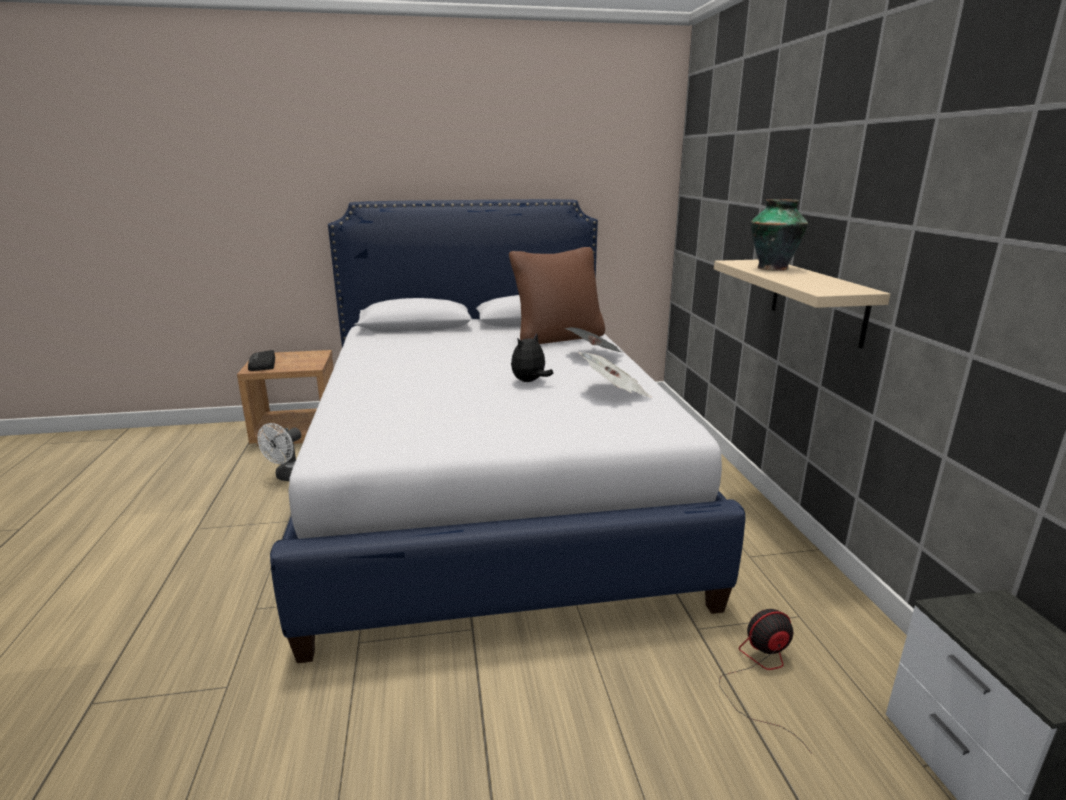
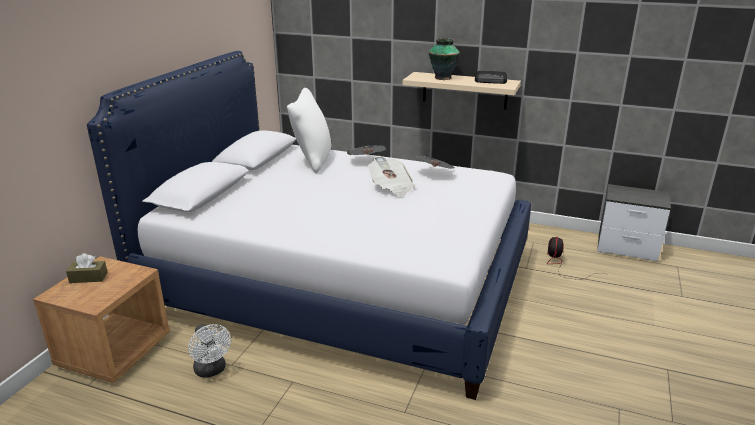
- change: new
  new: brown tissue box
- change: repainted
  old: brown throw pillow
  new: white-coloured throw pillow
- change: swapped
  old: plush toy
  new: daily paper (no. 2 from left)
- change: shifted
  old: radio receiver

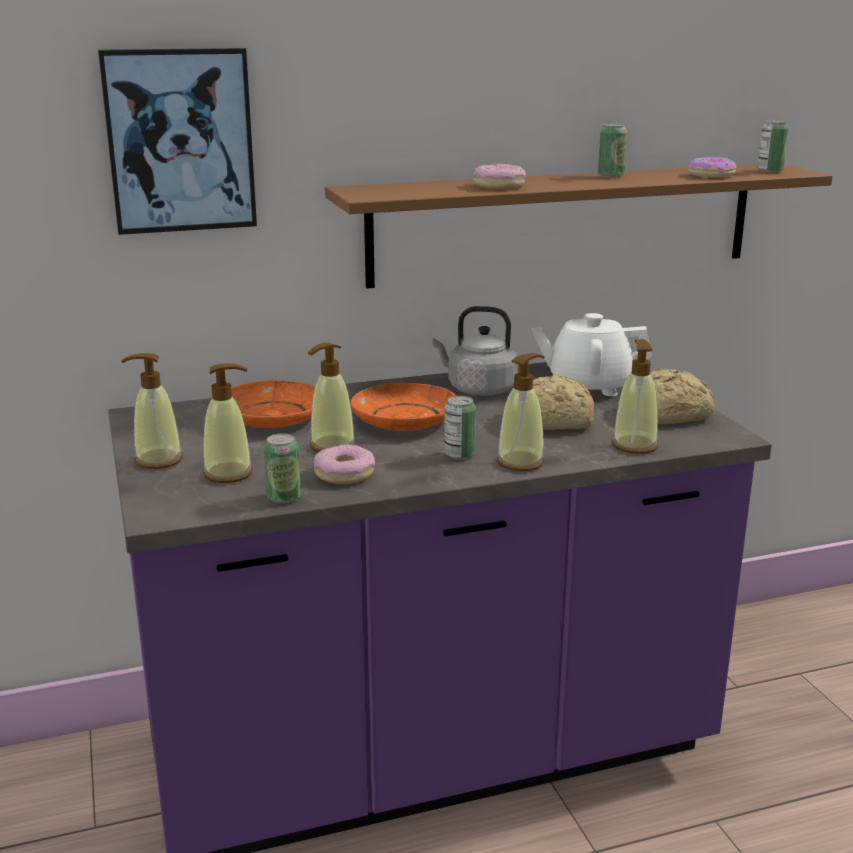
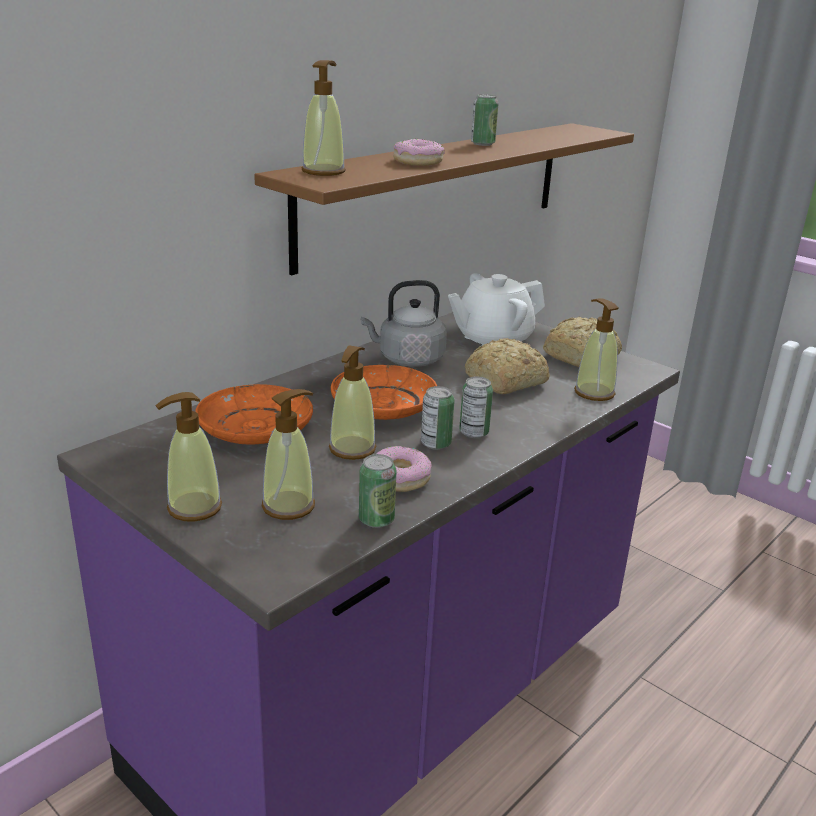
- change: shifted
  old: liquid soap bottle (no. 4 from left in the first image)
  new: liquid soap bottle (no. 3 from left)
- change: shifted
  old: can (no. 4 from left in the first image)
  new: can (no. 2 from left)
- change: gone
  old: wall picture
- change: gone
  old: ring doughnut (no. 3 from left)

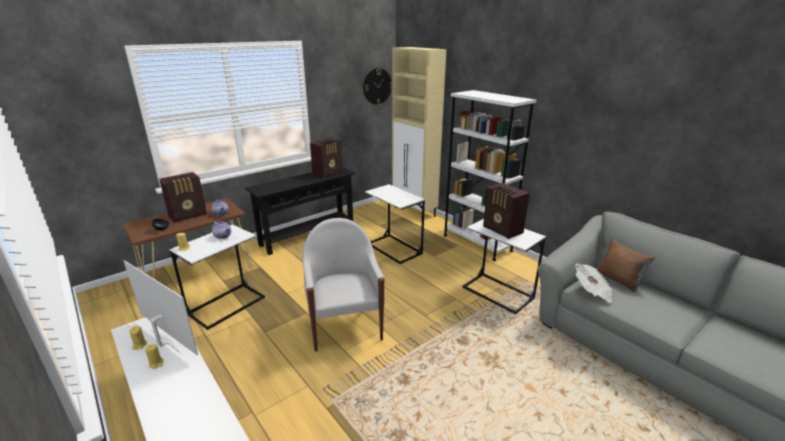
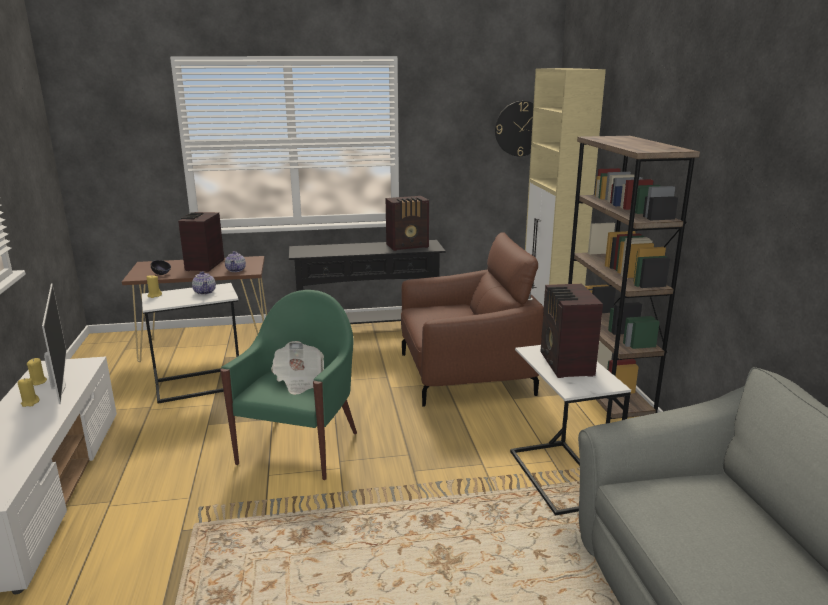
- change: rotated
  old: radio receiver (no. 1 from left)
  degrees: 105
- change: repainted
  old: white-coloured easy chair
  new: green-coloured easy chair
- change: shifted
  old: daily paper
- change: swapped
  old: white-coloured side table (no. 2 from left)
  new: brown easy chair
- change: repainted
  old: white-coloured bookcase
  new: brown bookcase
- change: gone
  old: brown throw pillow

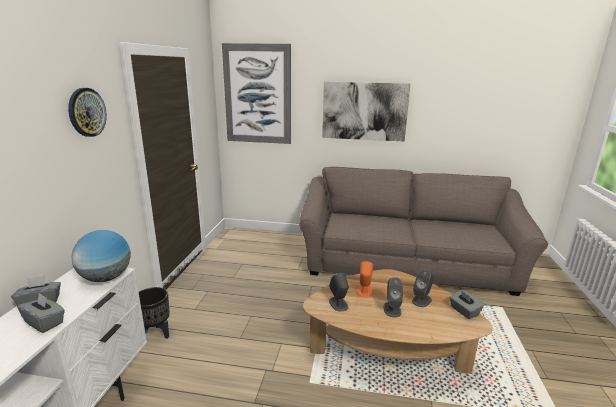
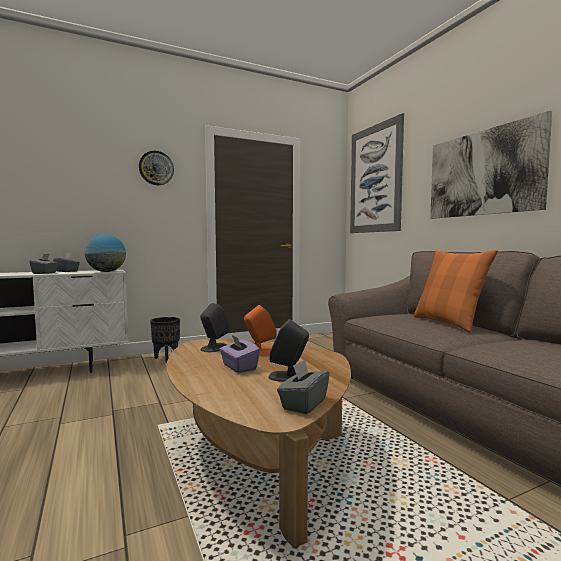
- change: swapped
  old: grey speaker (no. 2 from left)
  new: purple tissue box
- change: new
  new: orange throw pillow

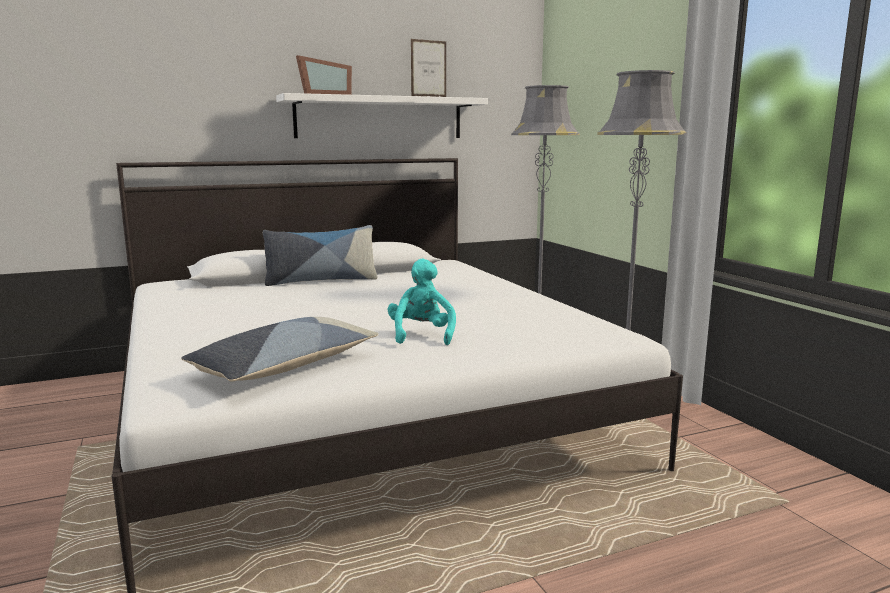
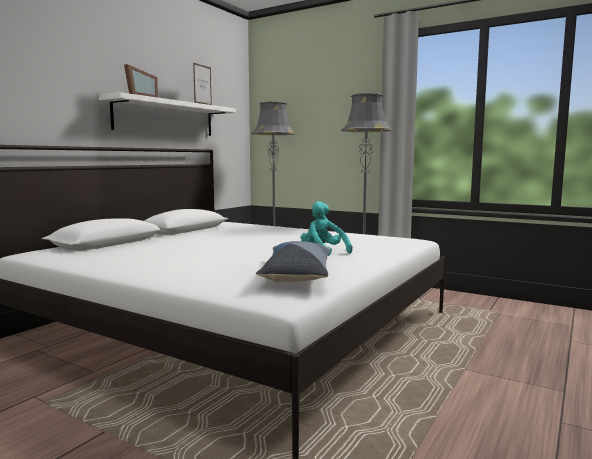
- change: gone
  old: throw pillow (no. 2 from left)

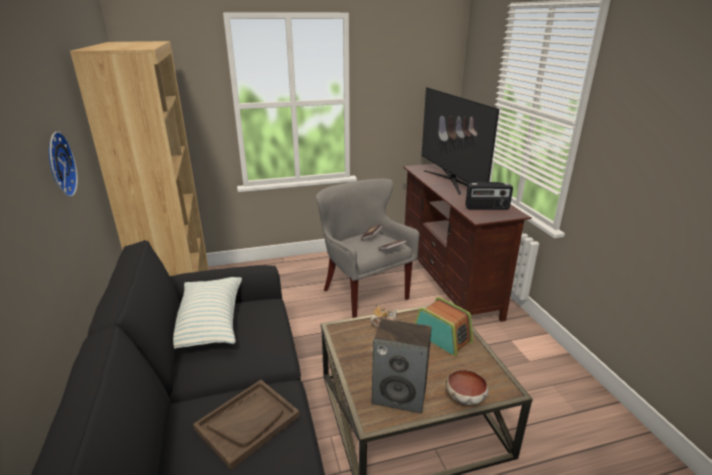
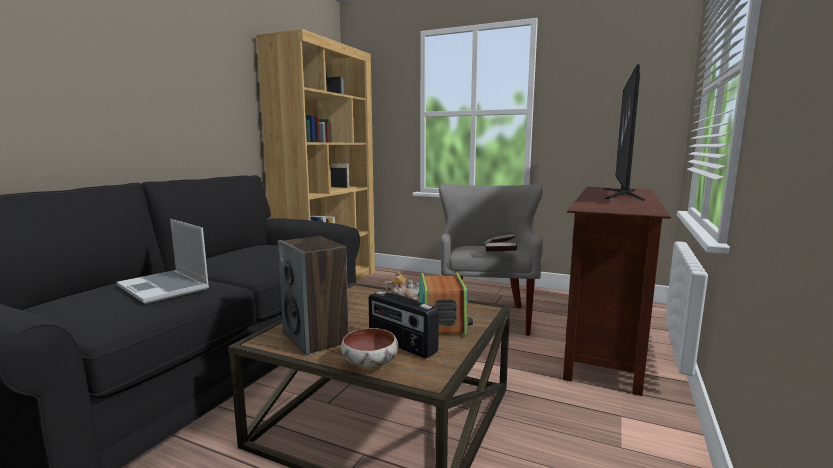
- change: swapped
  old: brown tray
  new: portable computer
- change: shifted
  old: radio receiver (no. 2 from left in the first image)
  new: radio receiver (no. 1 from left)
- change: gone
  old: clock on the wall
- change: gone
  old: throw pillow

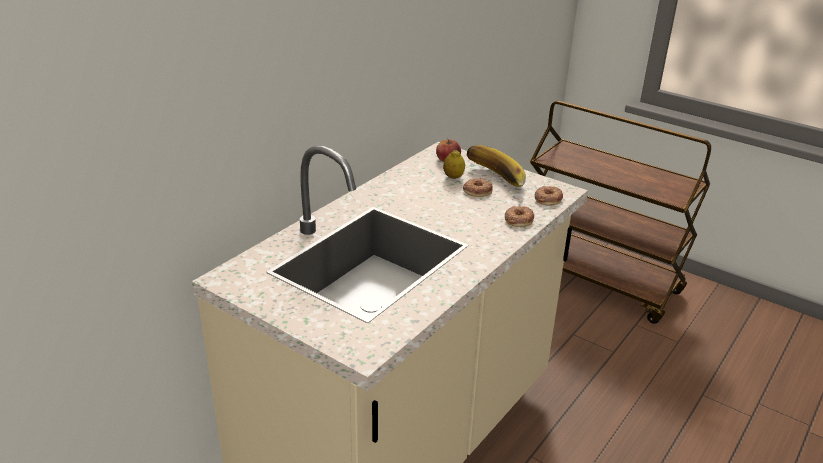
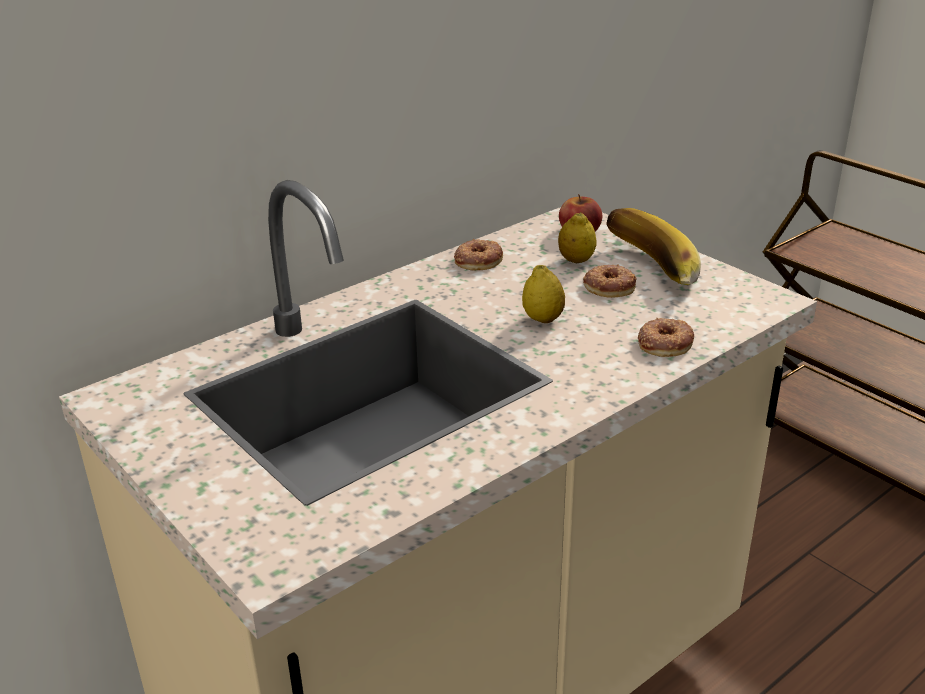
- change: shifted
  old: ring doughnut (no. 3 from left in the first image)
  new: ring doughnut (no. 1 from left)
- change: new
  new: whole lemon (no. 1 from left)

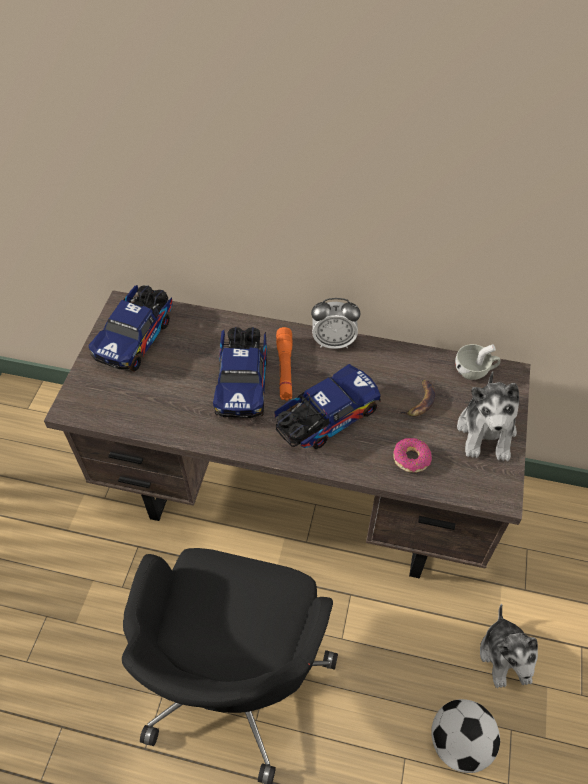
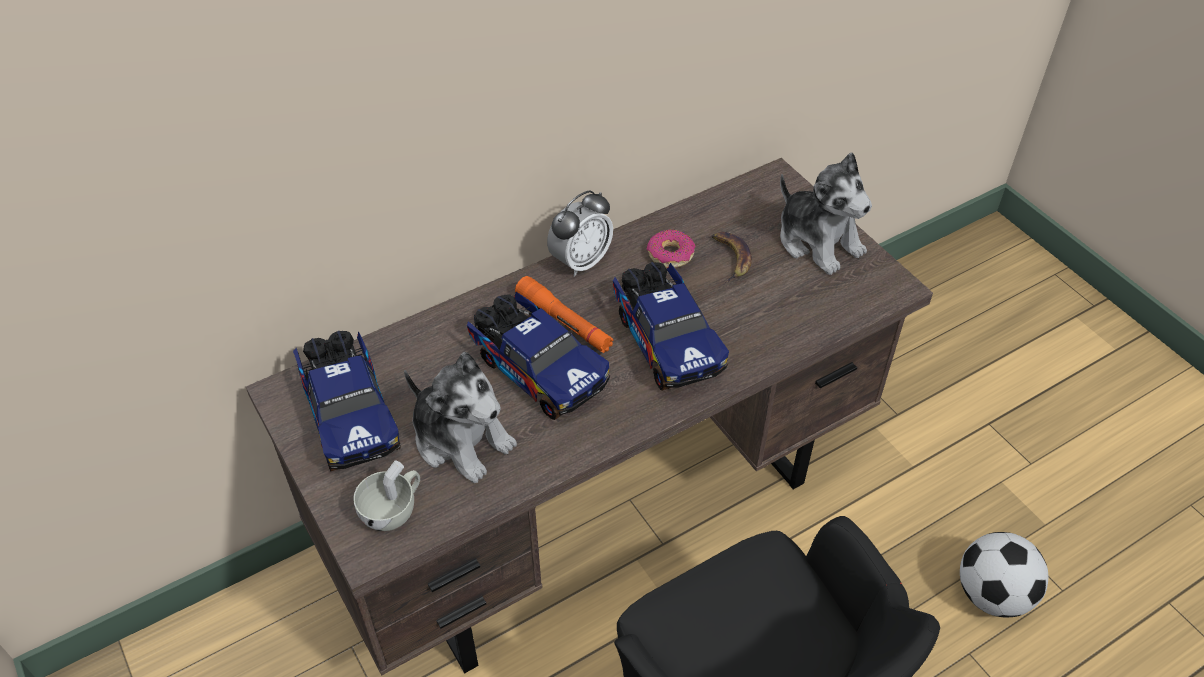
- change: shifted
  old: white-coloured small cup
- change: shifted
  old: plush toy (no. 2 from left in the first image)
  new: plush toy (no. 1 from left)
- change: rotated
  old: model truck (no. 3 from left)
  degrees: 150
- change: shifted
  old: ring doughnut

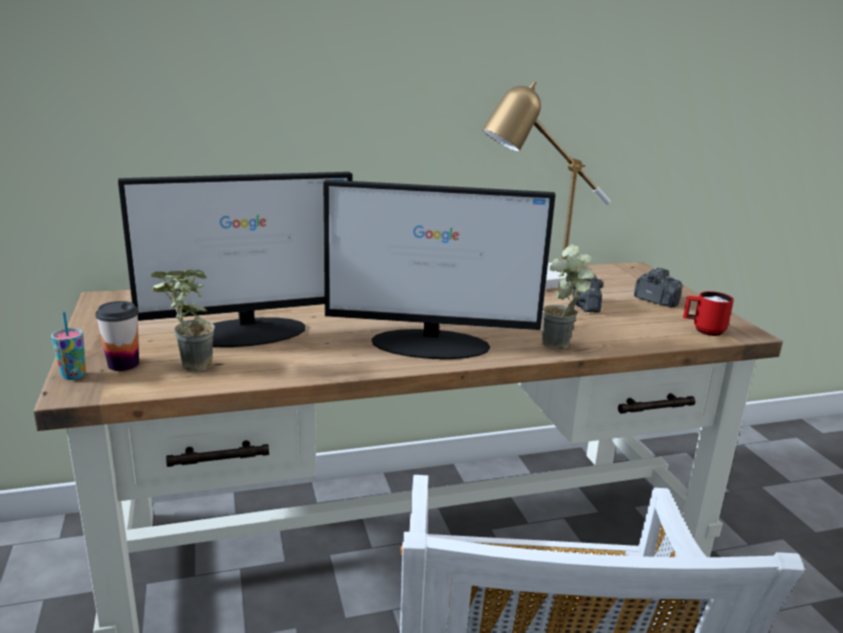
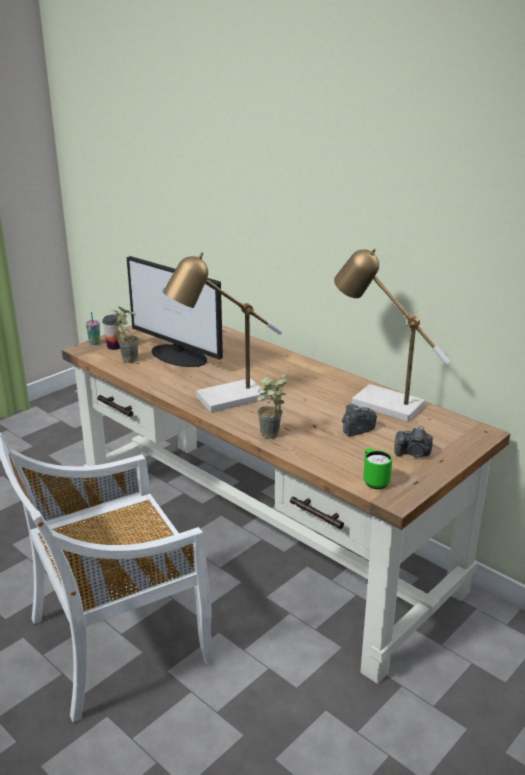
- change: swapped
  old: monitor (no. 2 from left)
  new: lamp for a table (no. 1 from left)
- change: repainted
  old: reddish mug
  new: green-coloured mug
- change: rotated
  old: photo camera (no. 2 from left)
  degrees: 90

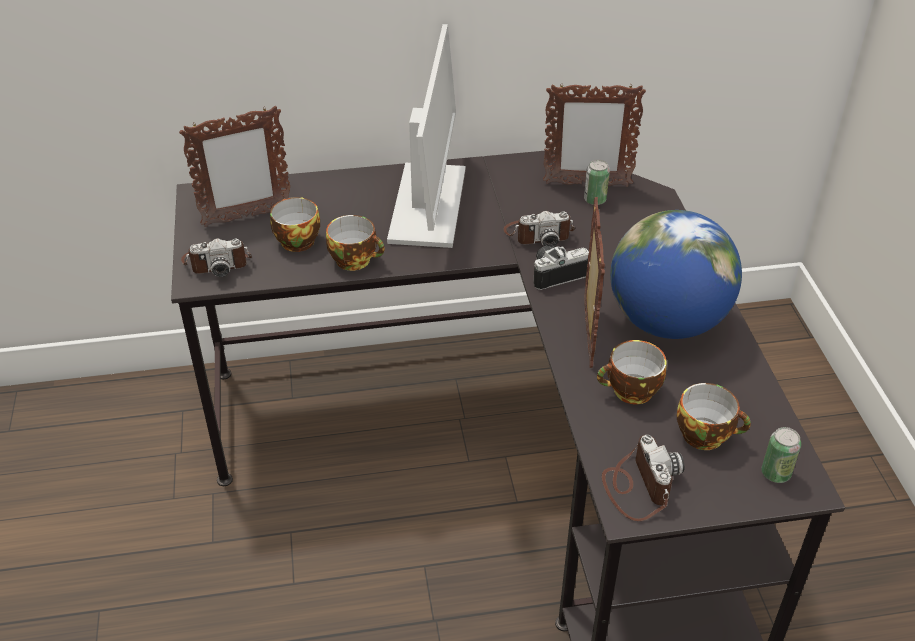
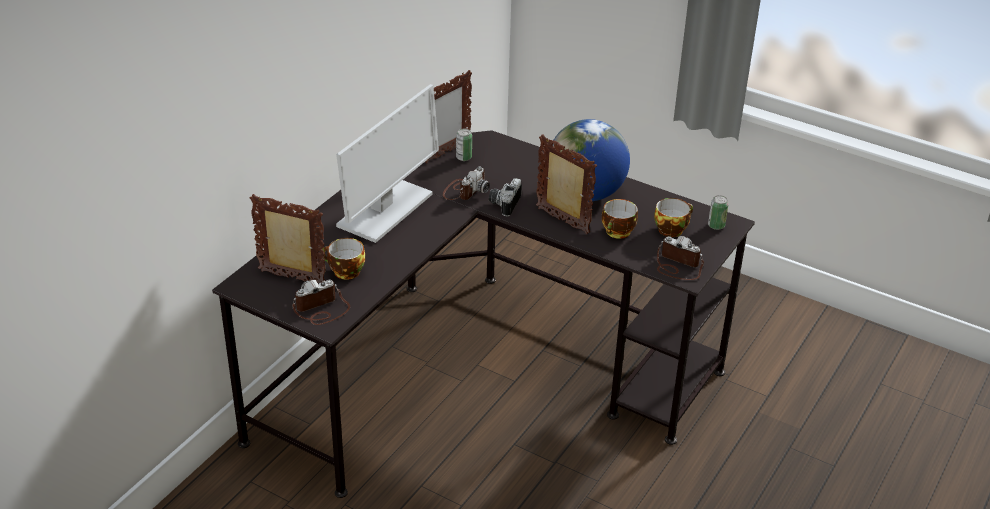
- change: rotated
  old: standing frame (no. 1 from left)
  degrees: -90
- change: rotated
  old: photo camera (no. 1 from left)
  degrees: -150
- change: rotated
  old: monitor
  degrees: 75
- change: gone
  old: small cup (no. 2 from left)

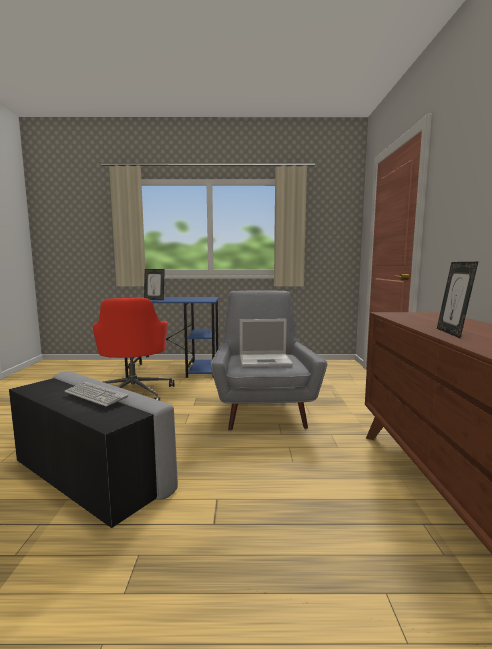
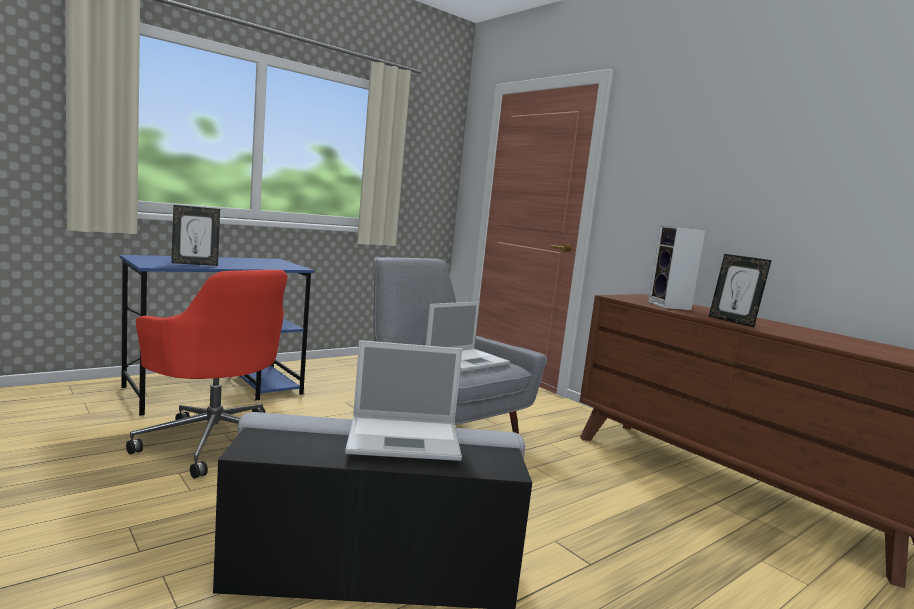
- change: swapped
  old: keyboard
  new: portable computer (no. 1 from left)
- change: new
  new: speaker

